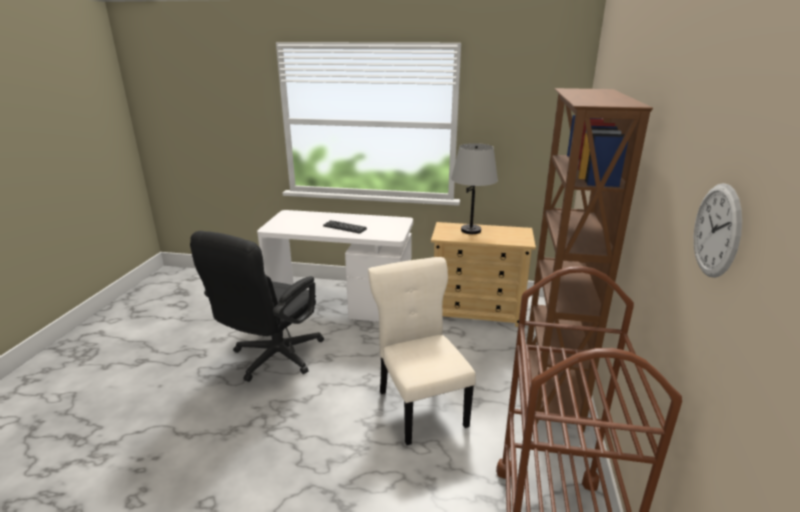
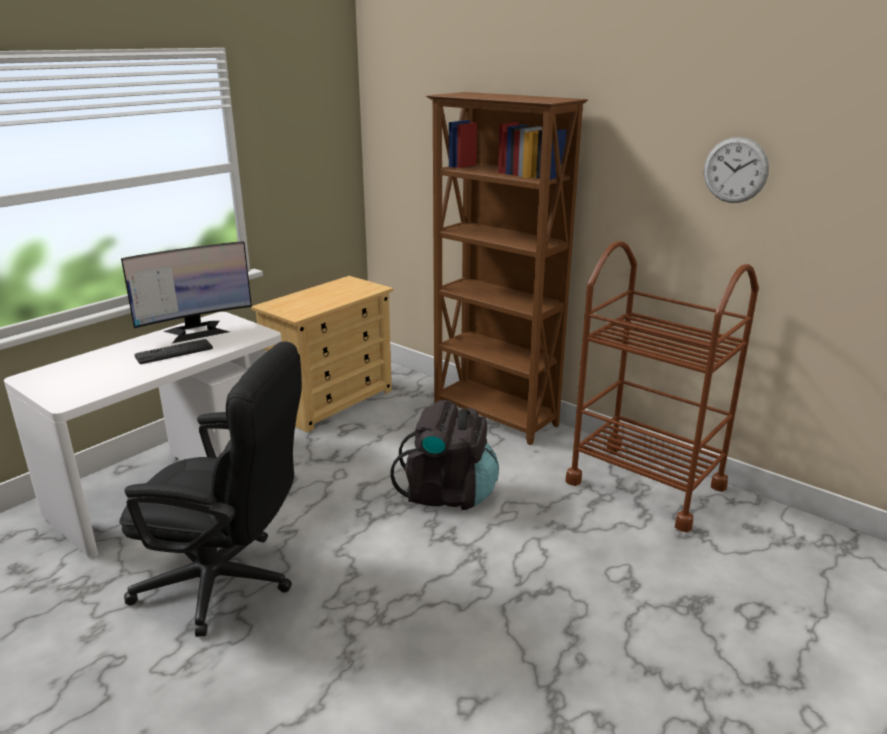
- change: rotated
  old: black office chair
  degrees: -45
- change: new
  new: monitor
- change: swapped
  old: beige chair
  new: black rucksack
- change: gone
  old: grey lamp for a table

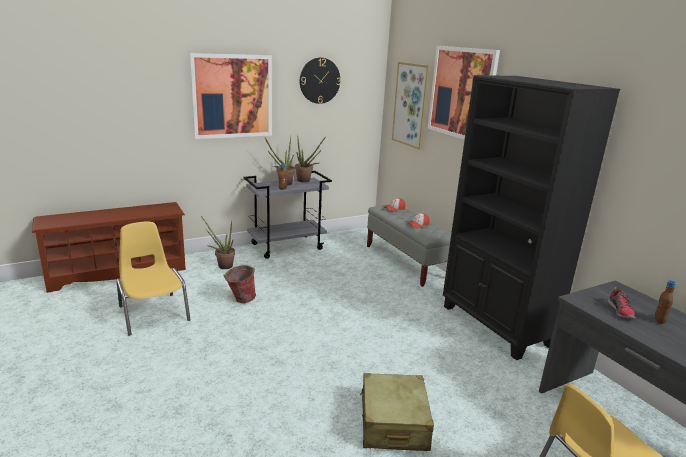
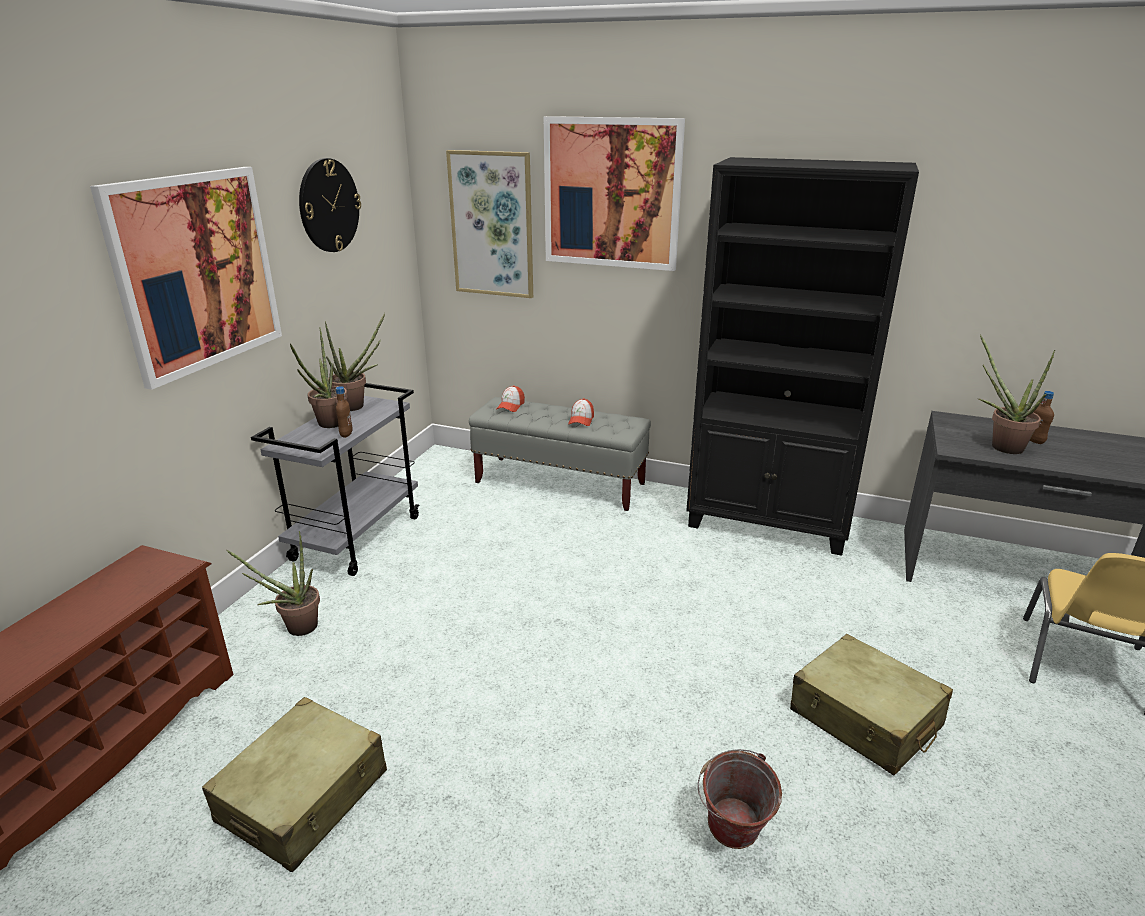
- change: swapped
  old: yellow-coloured chair (no. 1 from left)
  new: beige piece of luggage (no. 1 from left)
- change: shifted
  old: pail
- change: swapped
  old: item of footwear
  new: potted plant (no. 4 from left)

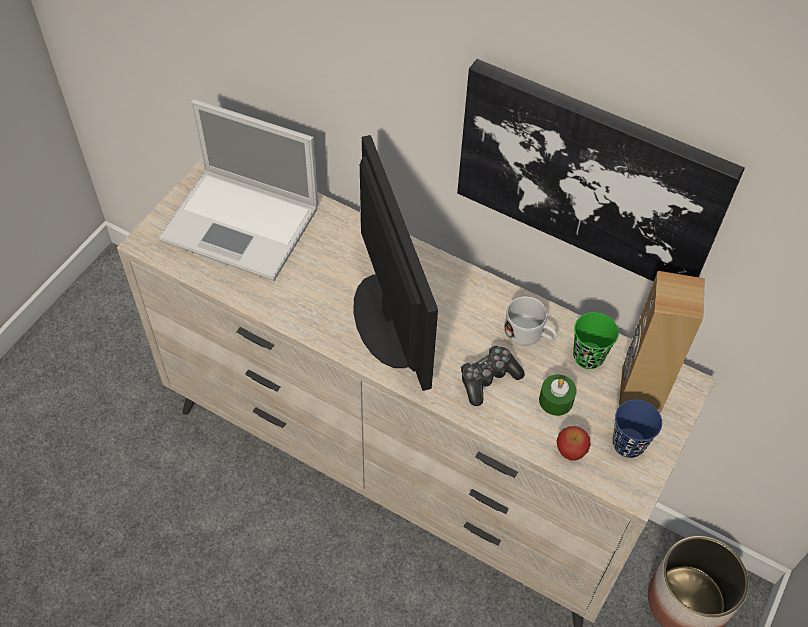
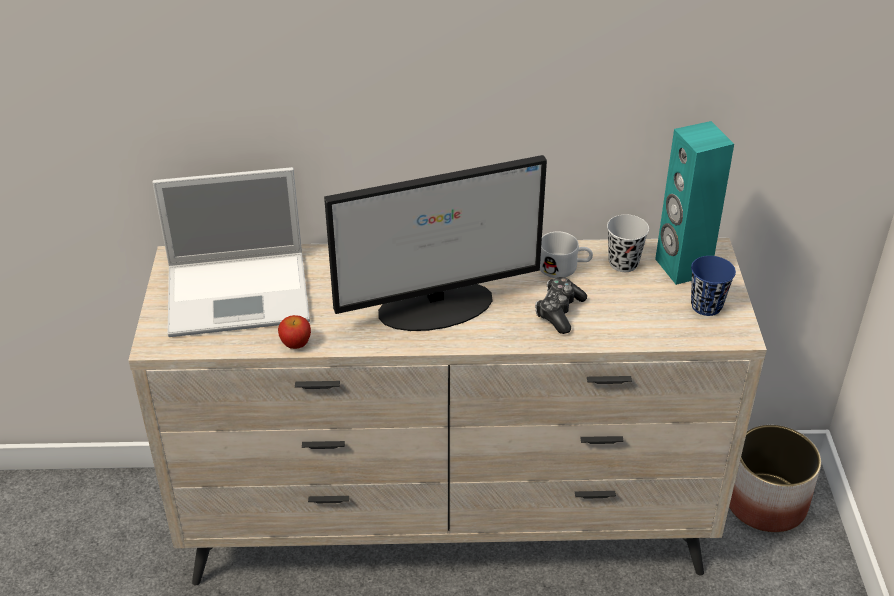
- change: shifted
  old: whole apple
- change: rotated
  old: monitor
  degrees: 120
- change: repainted
  old: green-coloured small cup
  new: black small cup
- change: repainted
  old: brown speaker
  new: turquoise speaker
- change: gone
  old: wall picture
- change: gone
  old: green-coloured wax light

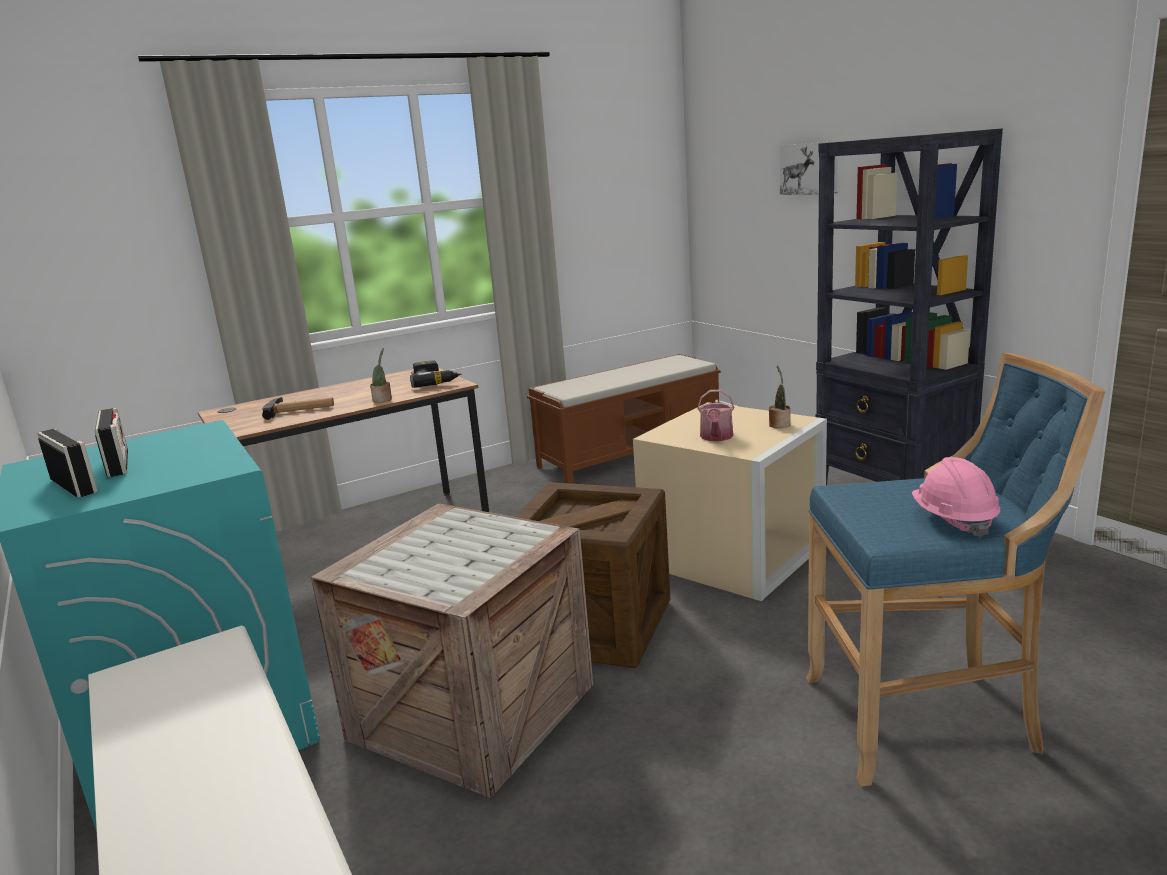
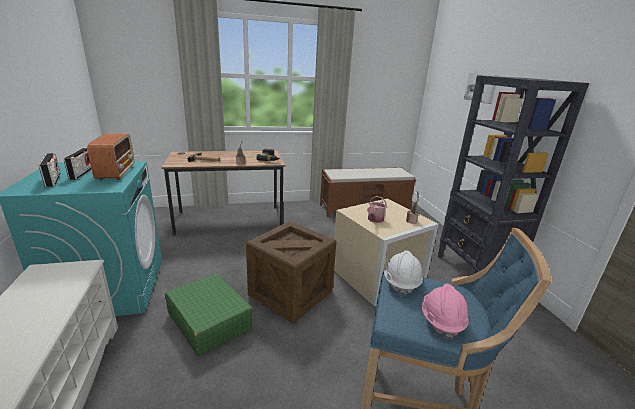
- change: new
  new: radio receiver (no. 3 from left)
- change: swapped
  old: crate (no. 1 from left)
  new: green-coloured piece of luggage
- change: new
  new: white-coloured hard hat

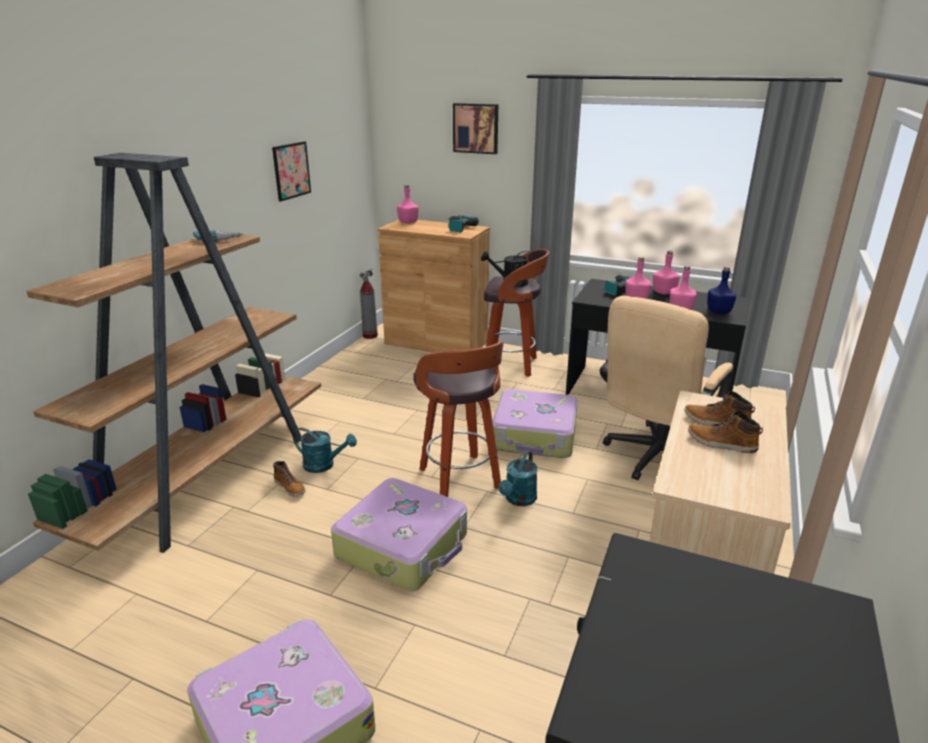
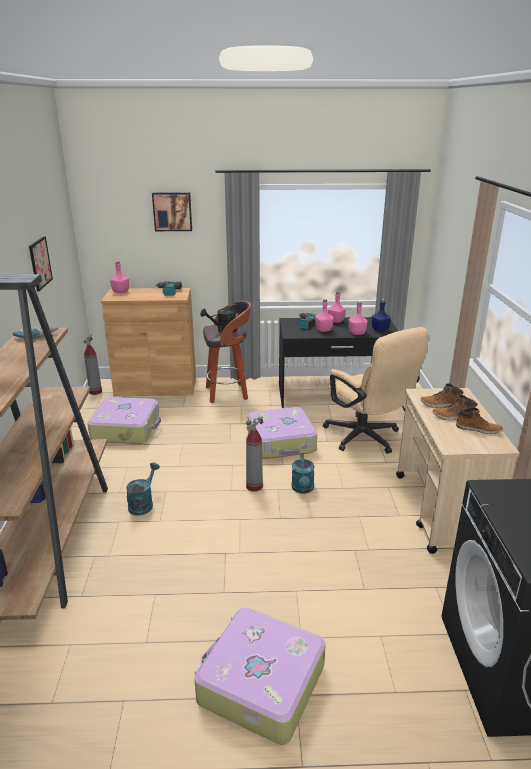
- change: shifted
  old: piece of luggage (no. 2 from left in the first image)
  new: piece of luggage (no. 1 from left)
- change: rotated
  old: turquoise sprinkling can (no. 1 from left)
  degrees: -60
- change: swapped
  old: sitting stool (no. 1 from left)
  new: extinguisher (no. 2 from left)
- change: rotated
  old: beige office chair
  degrees: -45
- change: shifted
  old: boot (no. 1 from left in the first image)
  new: boot (no. 3 from left)

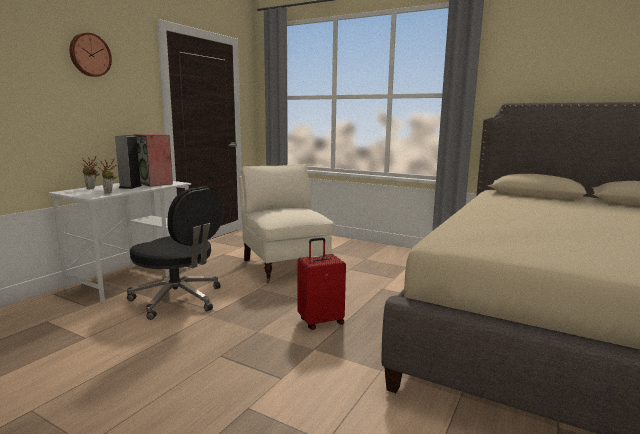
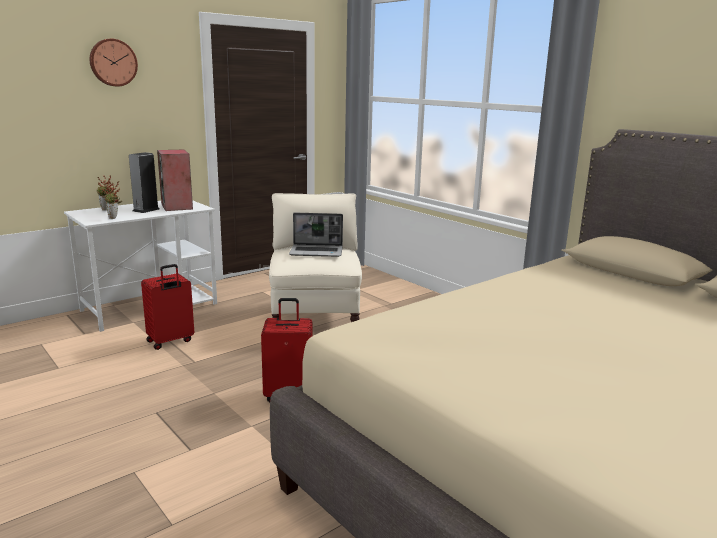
- change: swapped
  old: black office chair
  new: reddish piece of luggage (no. 1 from left)
- change: new
  new: portable computer

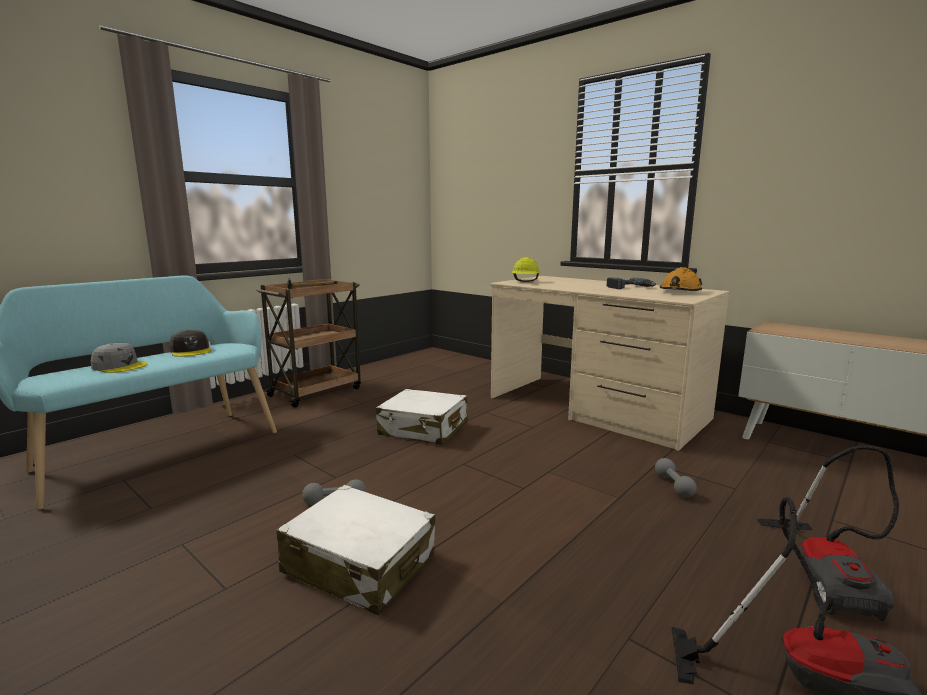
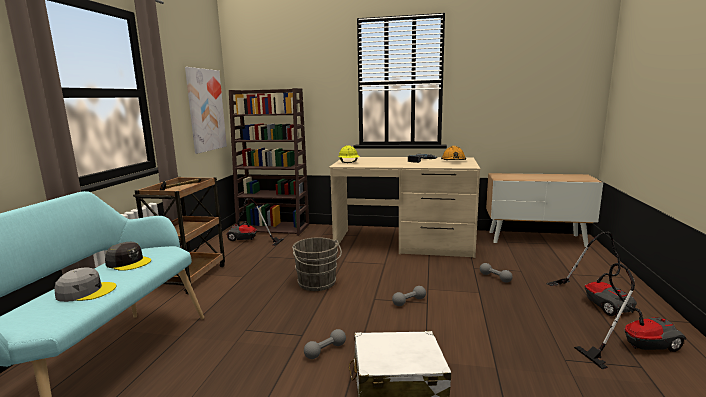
- change: new
  new: wall picture
- change: new
  new: vacuum (no. 1 from left)
- change: new
  new: brown bookcase
- change: swapped
  old: white-coloured piece of luggage (no. 2 from left)
  new: grey pail
- change: new
  new: grey hand weight (no. 2 from left)

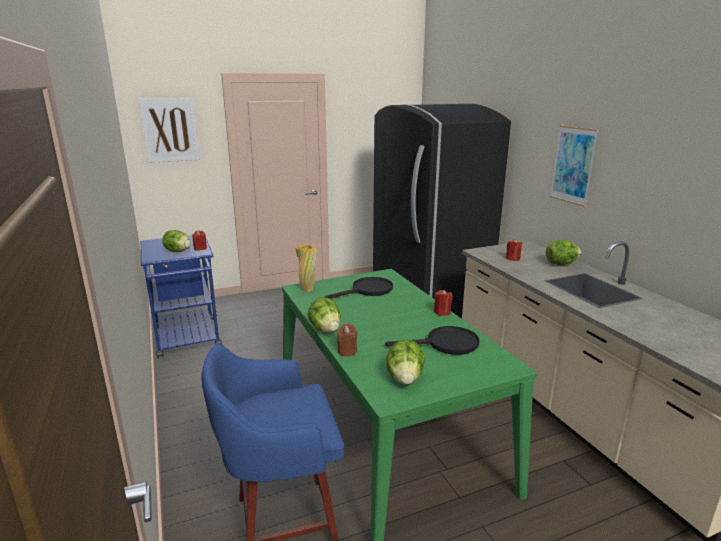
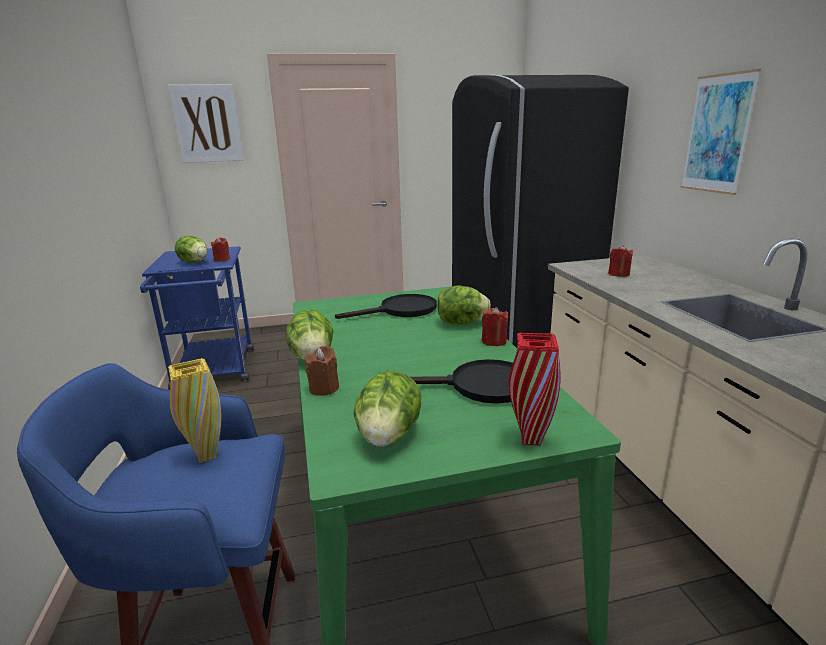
- change: shifted
  old: yellow-coloured flower vase
- change: shifted
  old: lettuce (no. 4 from left)
- change: new
  new: reddish flower vase

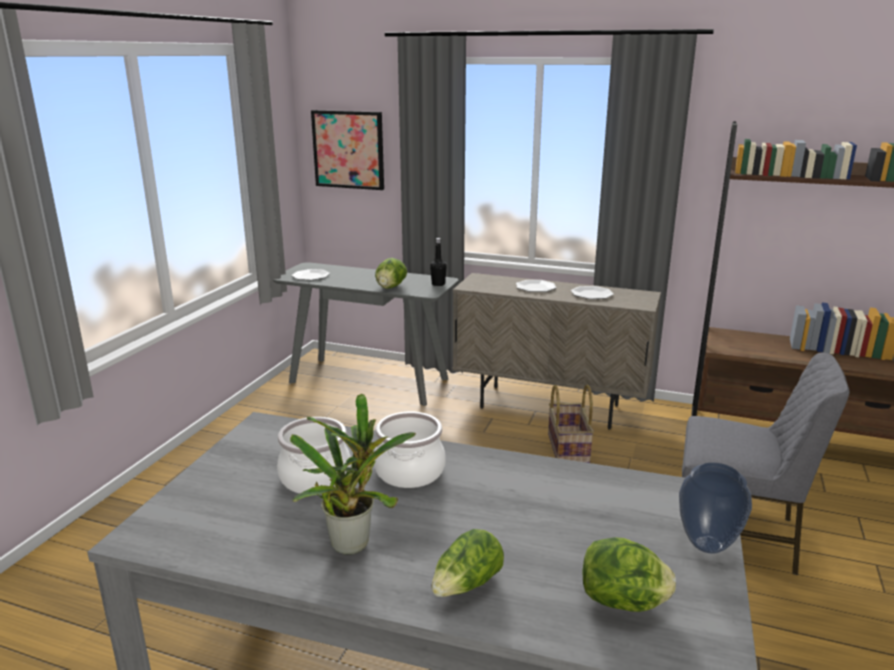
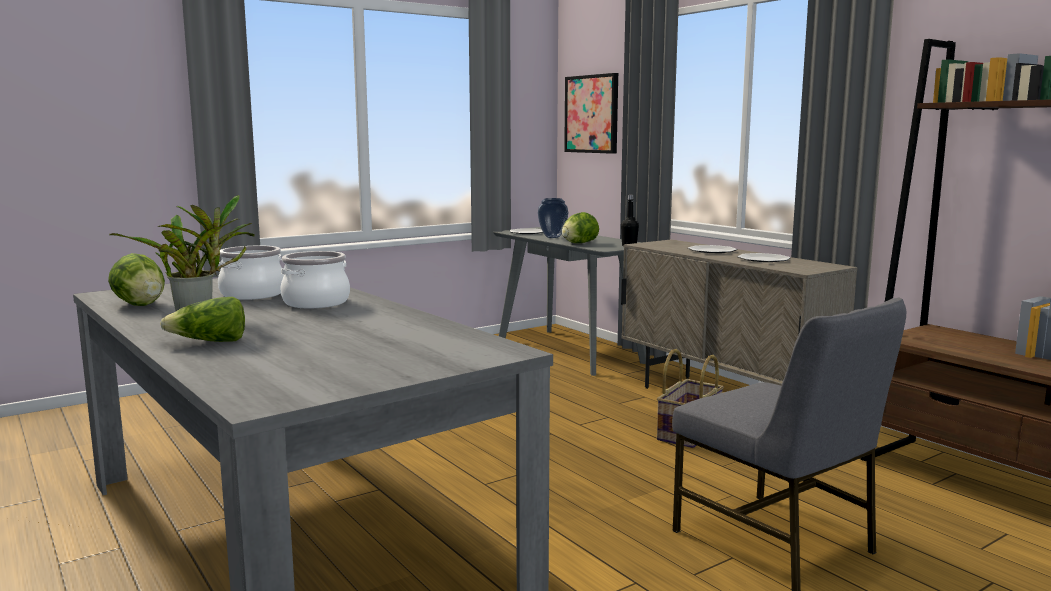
- change: shifted
  old: lettuce (no. 3 from left in the first image)
  new: lettuce (no. 1 from left)
- change: shifted
  old: flower vase

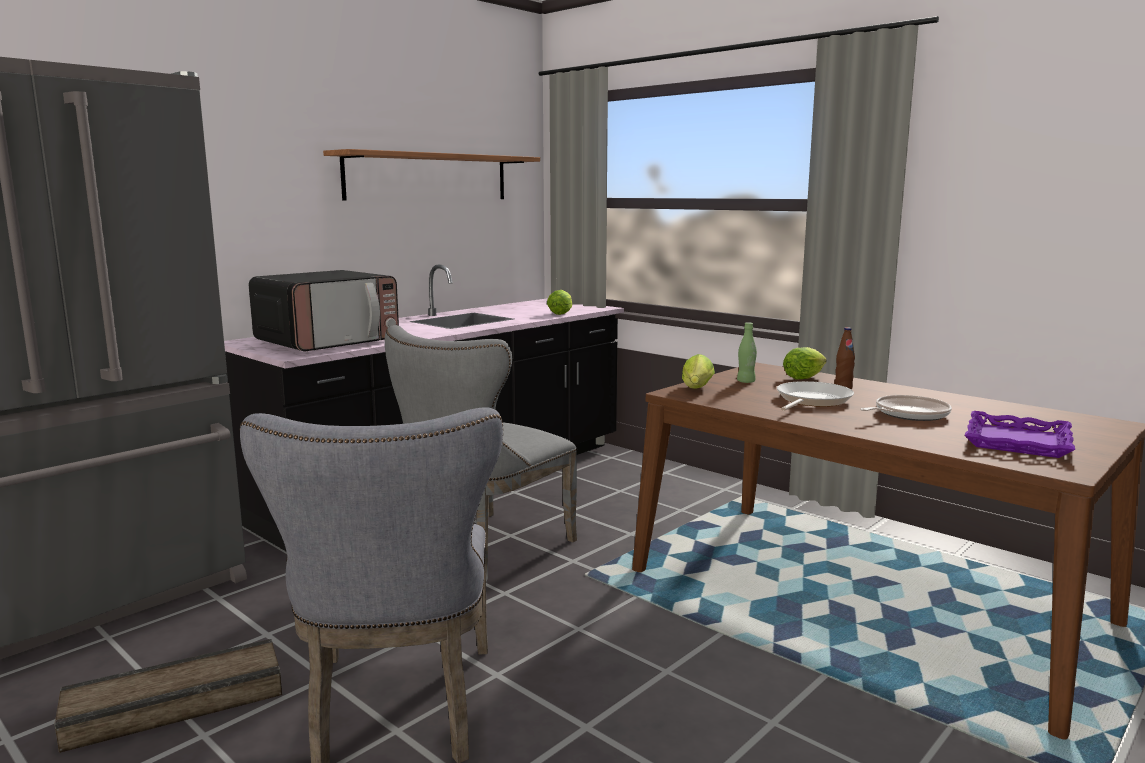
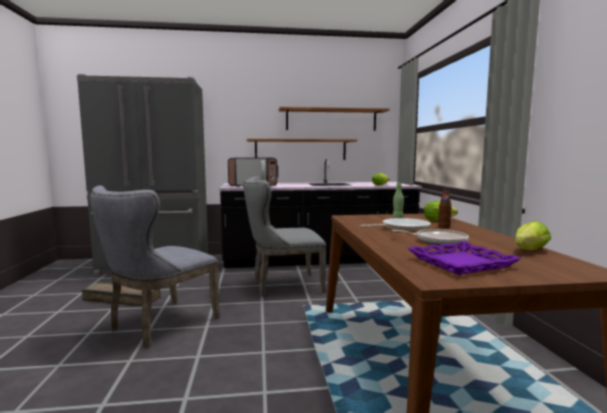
- change: new
  new: wall shelf (no. 1 from left)
- change: shifted
  old: lettuce (no. 2 from left in the first image)
  new: lettuce (no. 3 from left)

